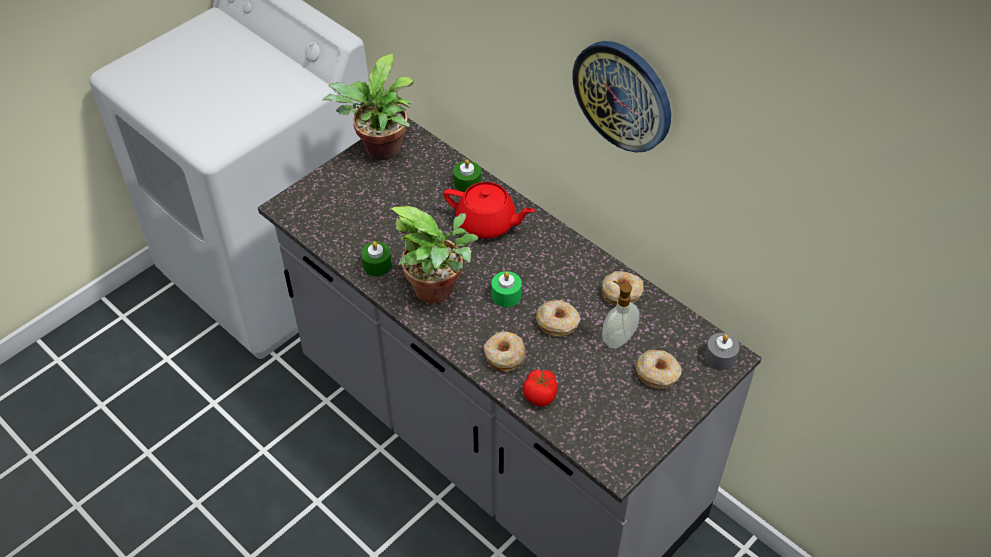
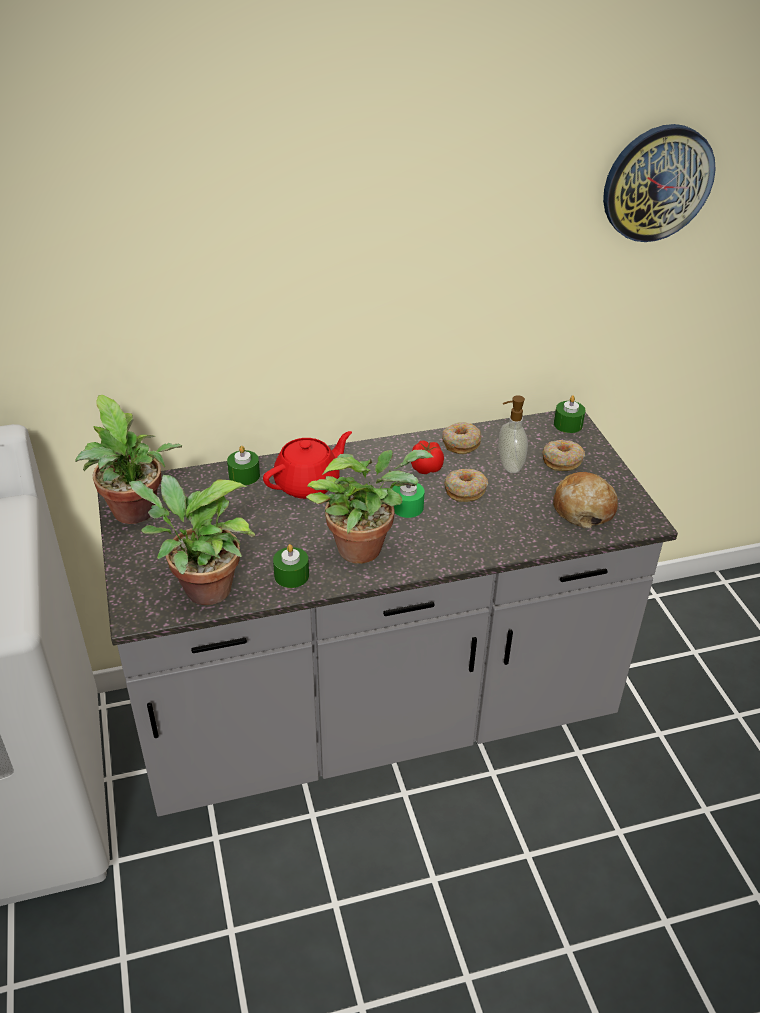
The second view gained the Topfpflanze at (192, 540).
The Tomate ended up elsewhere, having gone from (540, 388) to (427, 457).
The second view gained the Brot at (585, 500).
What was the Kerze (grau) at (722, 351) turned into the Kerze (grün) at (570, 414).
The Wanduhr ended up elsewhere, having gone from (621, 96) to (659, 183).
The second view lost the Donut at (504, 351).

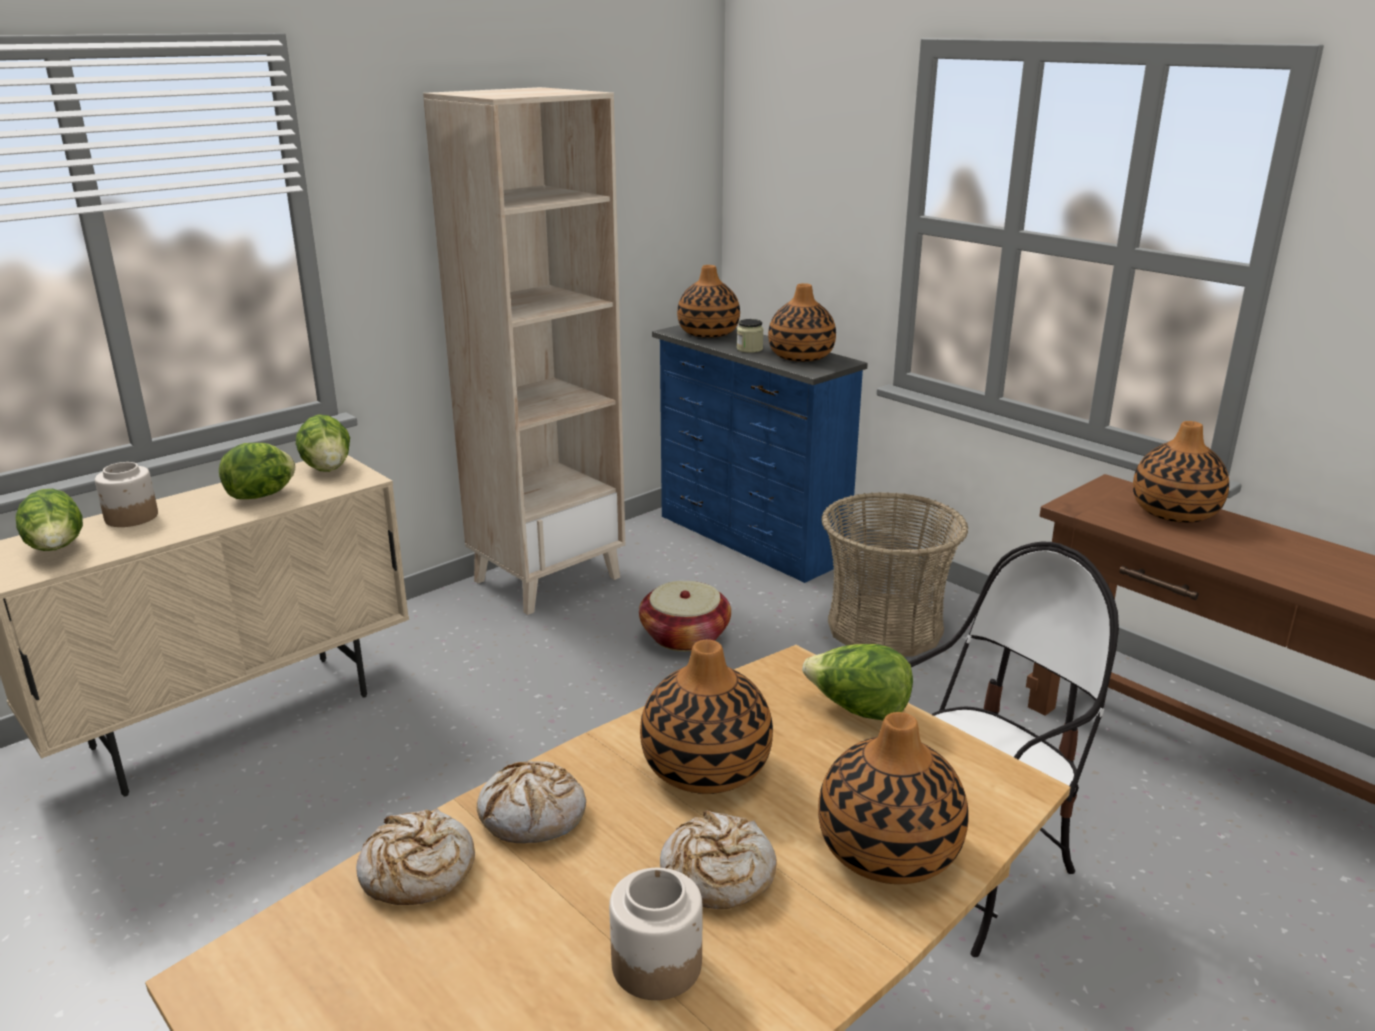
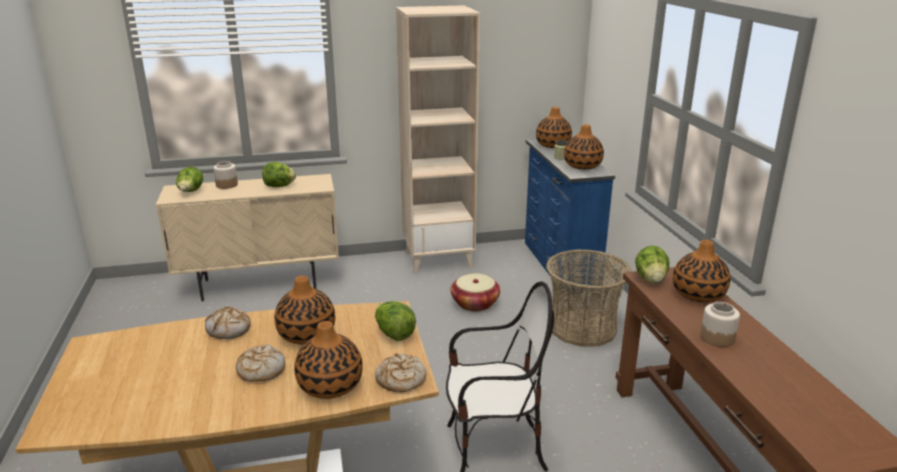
The Brot ended up elsewhere, having gone from (415, 856) to (401, 372).
The Salatkopf ended up elsewhere, having gone from (323, 443) to (652, 264).
The Vorratsglas ended up elsewhere, having gone from (656, 934) to (720, 324).

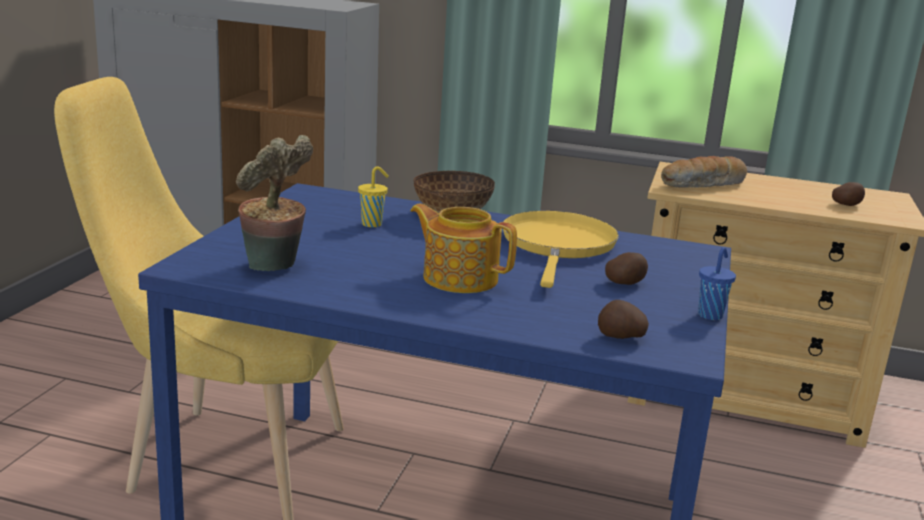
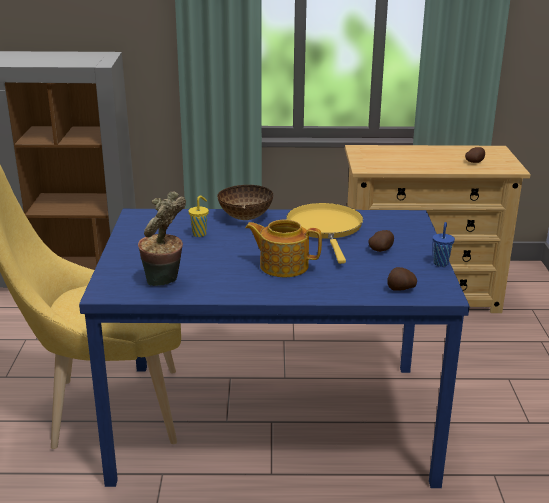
The second view lost the Brot at (704, 172).

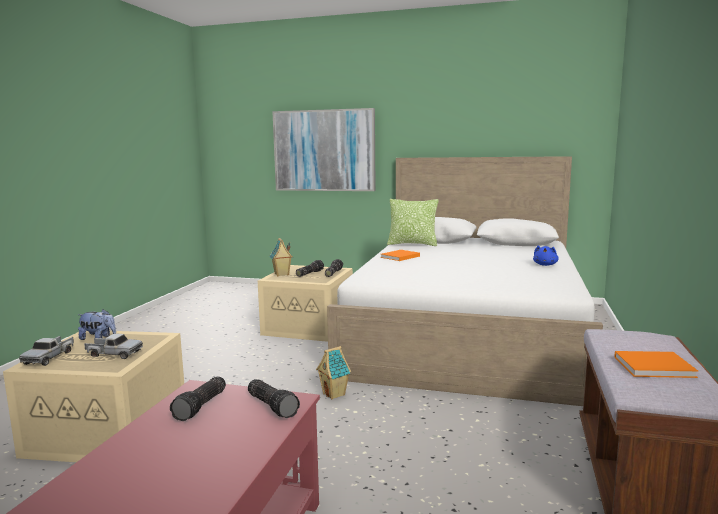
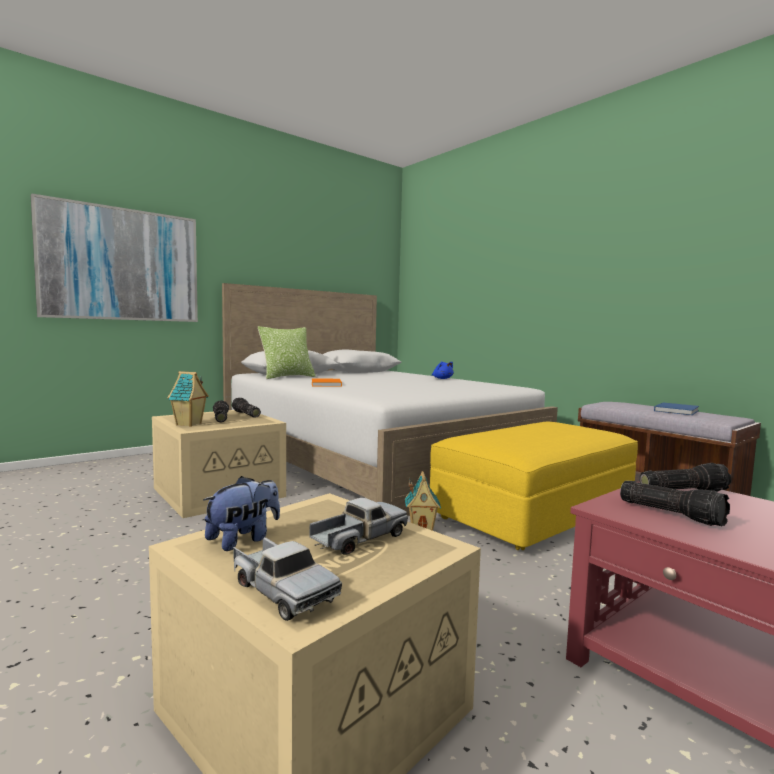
The second view gained the Polsterhocker (gelb) at (534, 485).
What was the Buch (orange) at (656, 364) turned into the Buch (blau) at (676, 408).

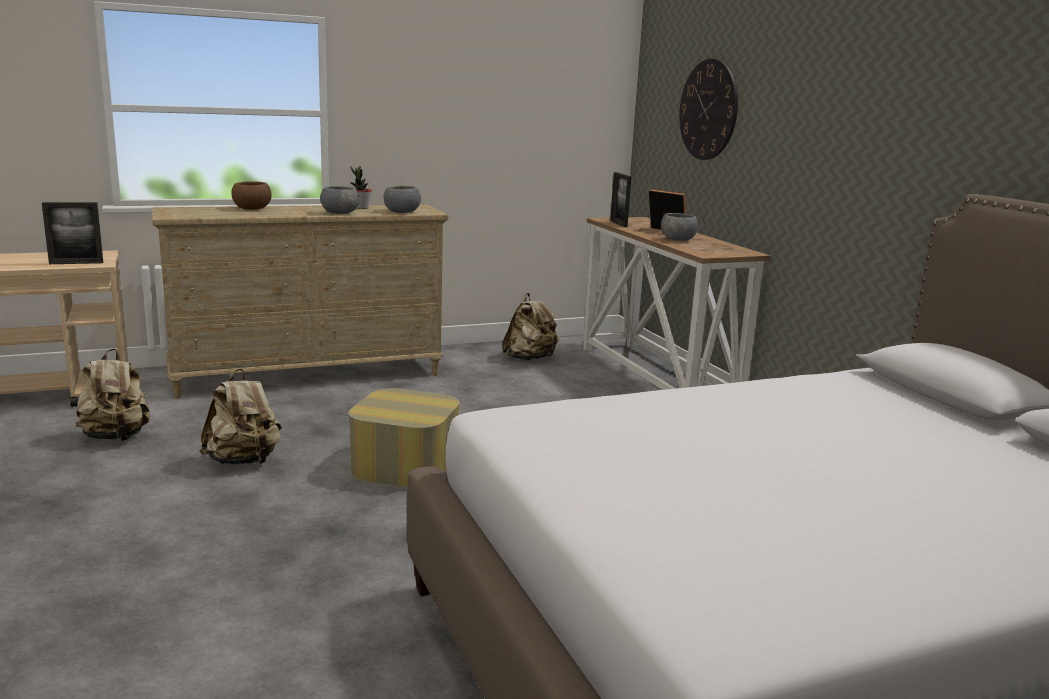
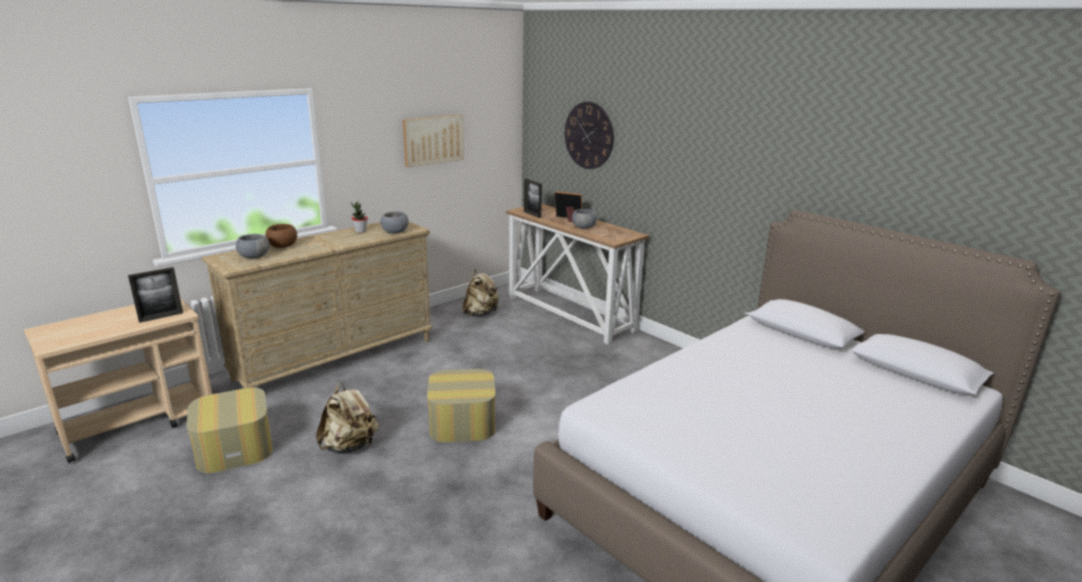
Where the Rucksack (beige) stood at (113, 395), the Polsterhocker came to stand at (230, 430).
The Schüssel (grau) ended up elsewhere, having gone from (339, 200) to (253, 246).
The second view gained the Bild at (433, 141).

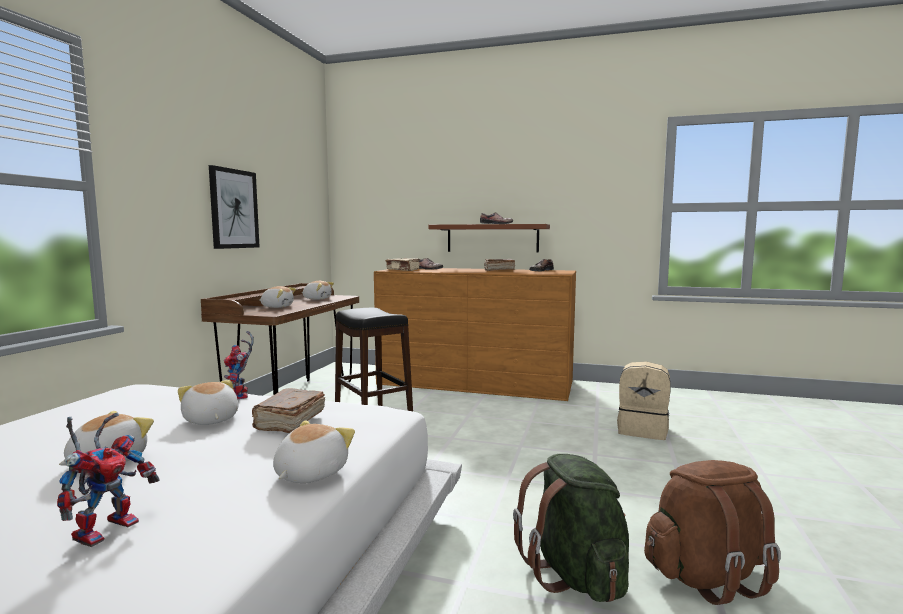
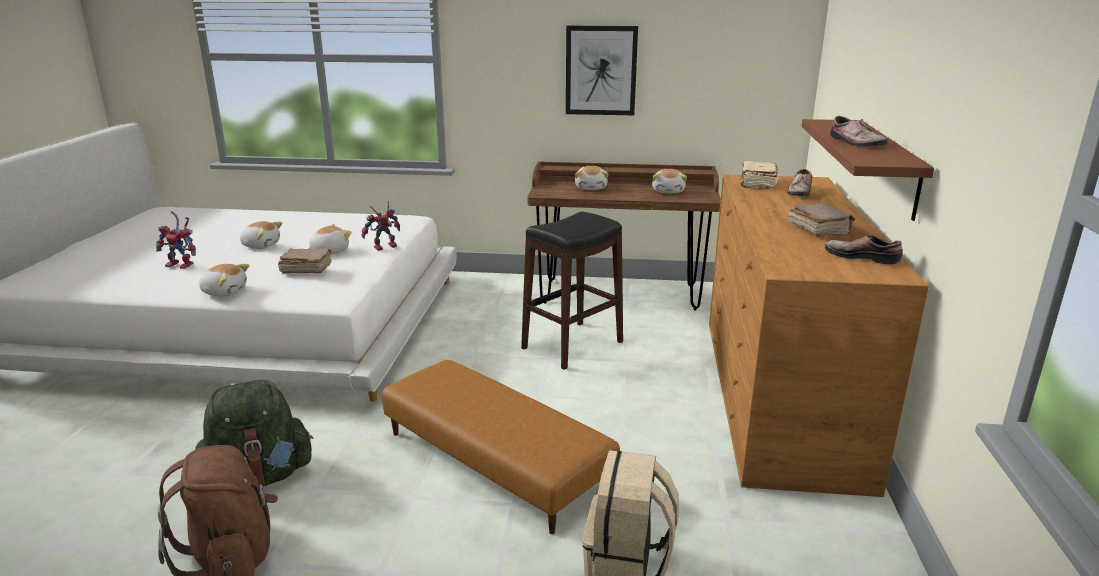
The second view gained the Polsterhocker (braun) at (501, 447).

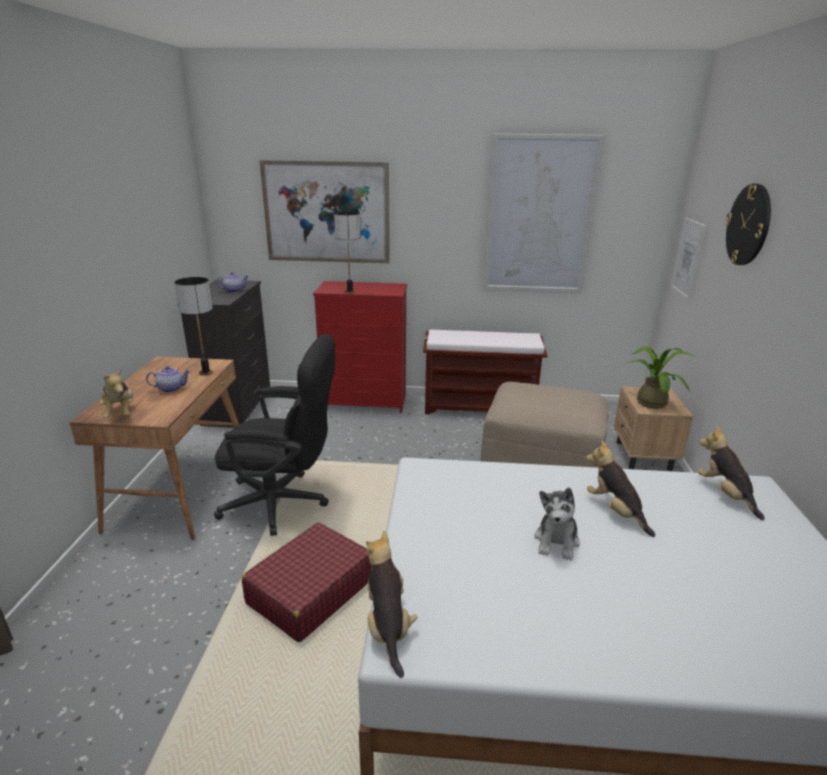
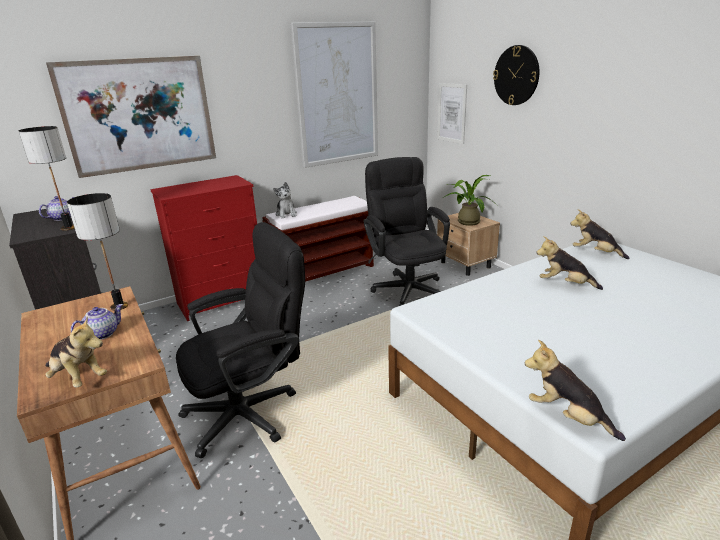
The Tischlampe ended up elsewhere, having gone from (347, 252) to (47, 178).
The Plüschtier ended up elsewhere, having gone from (557, 524) to (285, 200).
Where the Polsterhocker (beige) stood at (544, 425), the Bürostuhl (schwarz) came to stand at (406, 231).
The second view lost the Koffer (rot) at (307, 582).

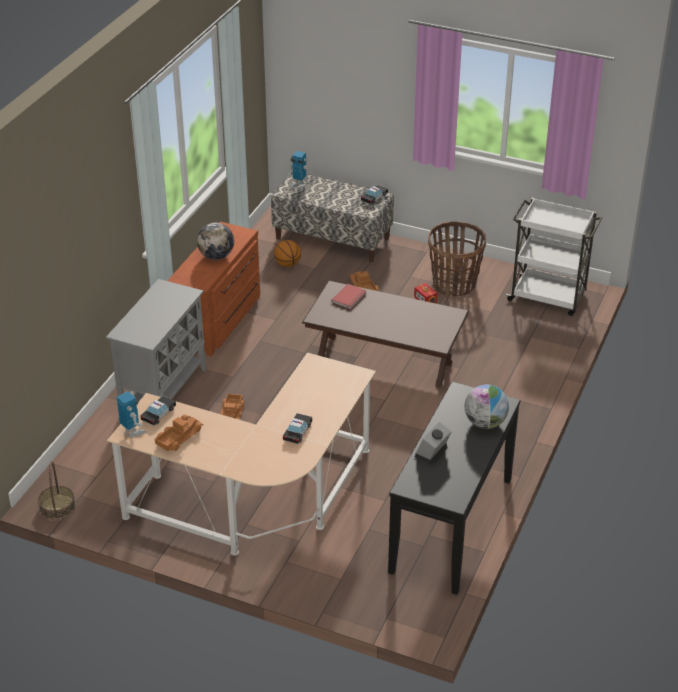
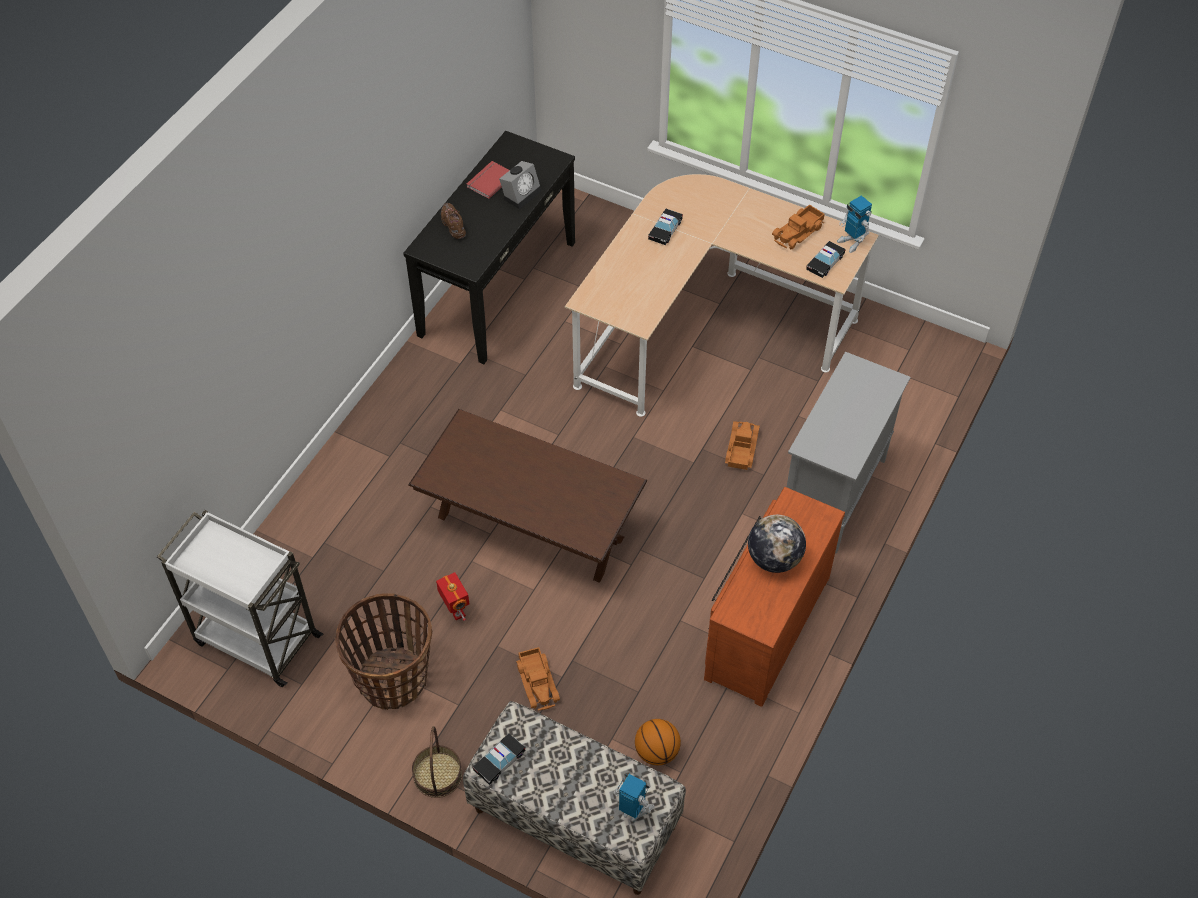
The Korb ended up elsewhere, having gone from (57, 490) to (437, 762).
Where the Globus stood at (487, 407), the Schuh (braun) came to stand at (453, 221).
The Buch (rot) ended up elsewhere, having gone from (349, 296) to (488, 180).

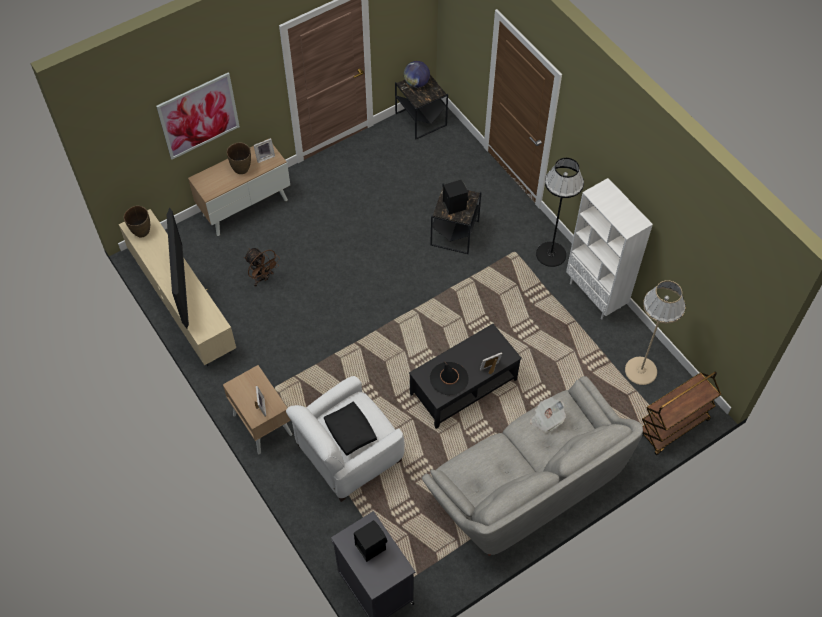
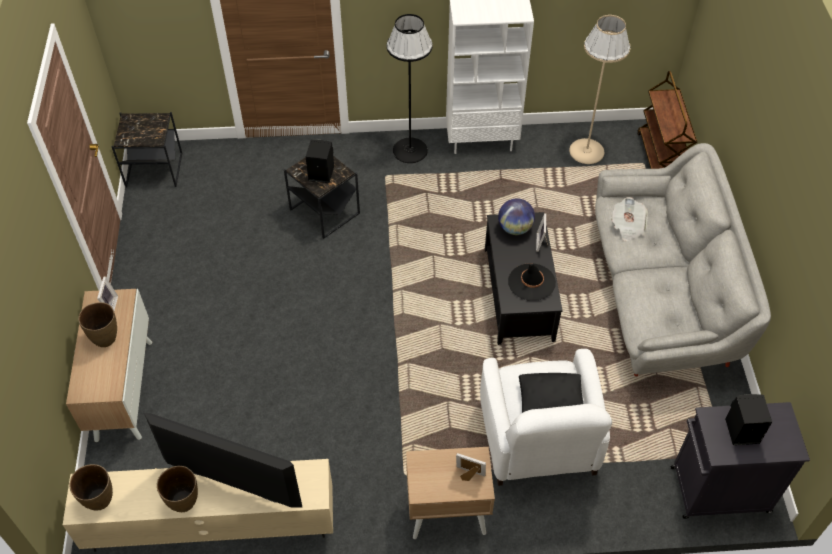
The second view gained the Vase (braun) at (177, 489).
The Globus ended up elsewhere, having gone from (417, 74) to (516, 216).
The second view lost the Bild at (198, 116).
The second view lost the Ventilator (braun) at (262, 267).

